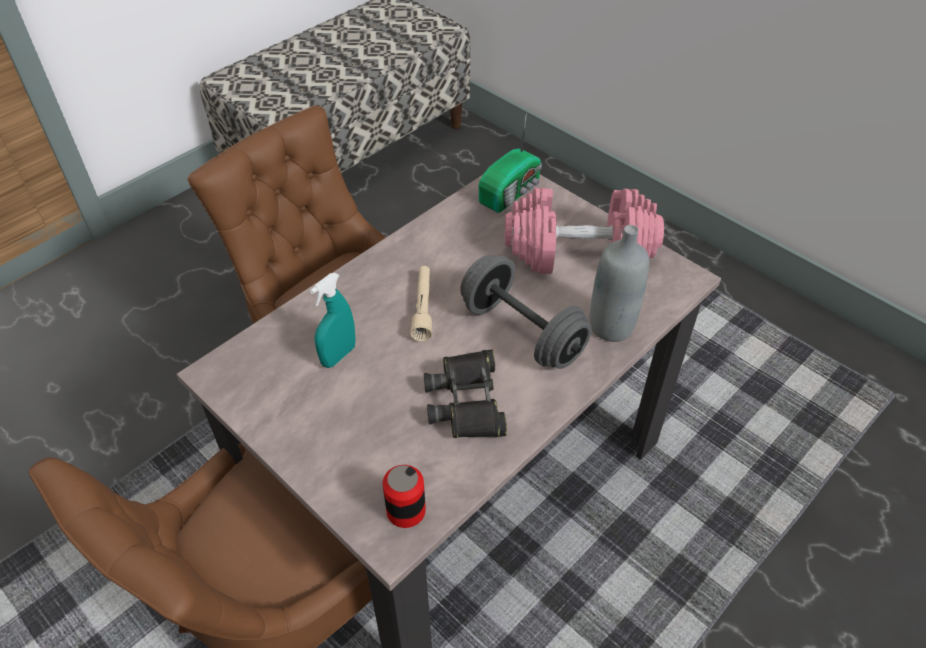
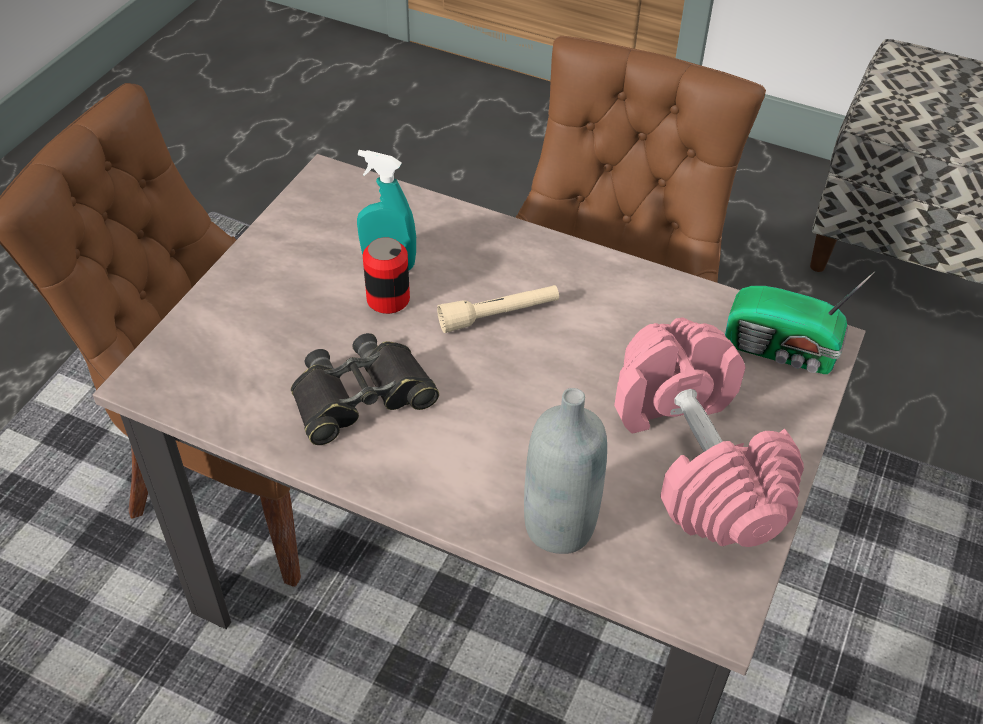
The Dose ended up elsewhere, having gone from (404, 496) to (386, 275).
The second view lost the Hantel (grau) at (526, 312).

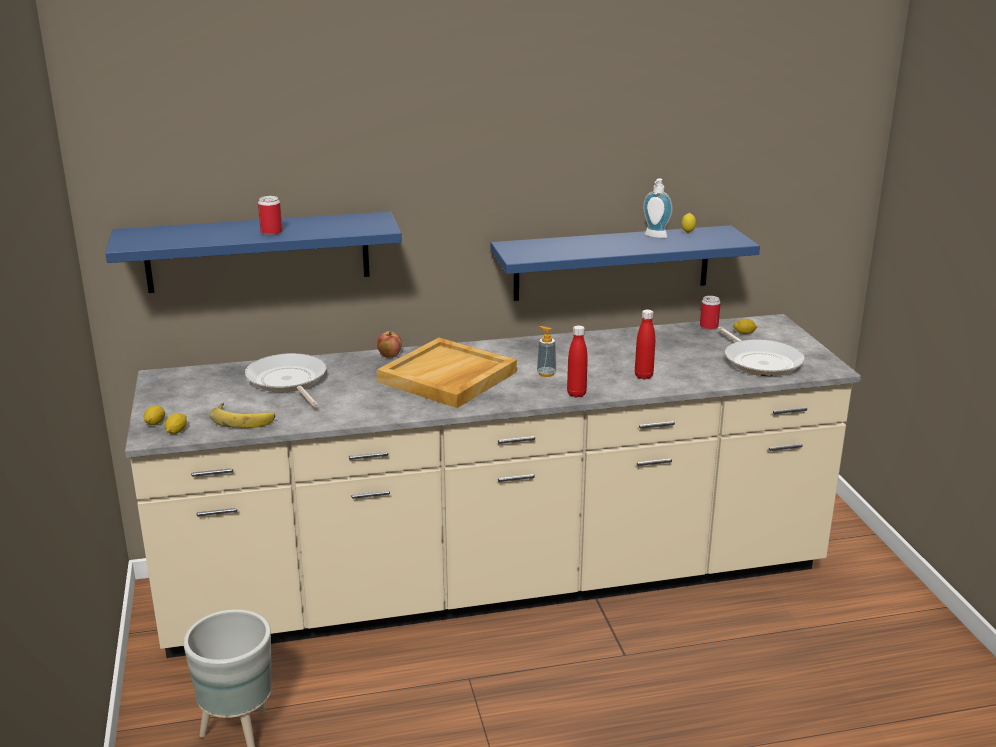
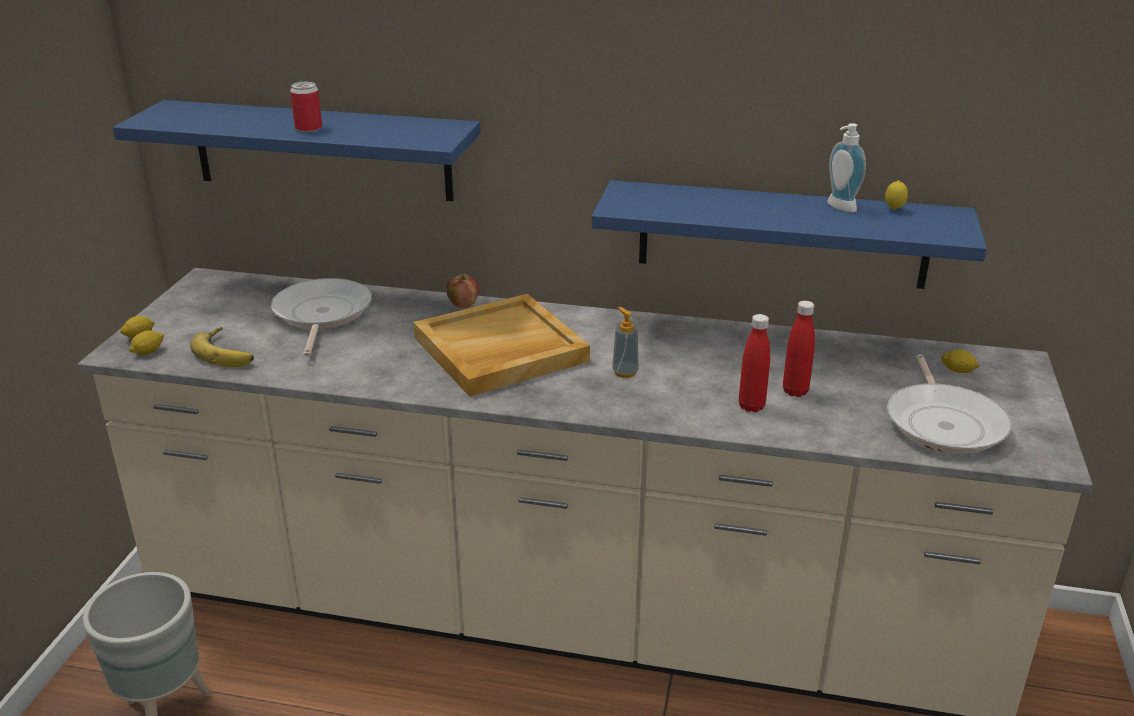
The Flasche (rot) ended up elsewhere, having gone from (577, 361) to (799, 349).
The second view lost the Dose at (710, 313).

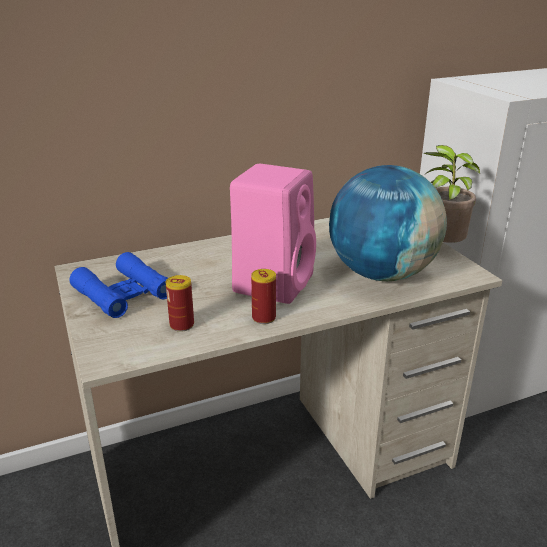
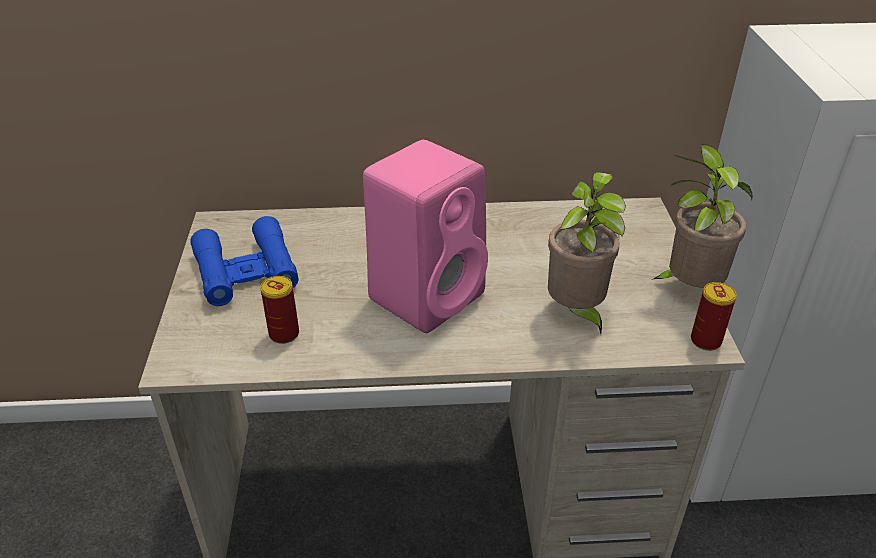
Where the Globus stood at (388, 223), the Topfpflanze came to stand at (587, 253).
The Dose ended up elsewhere, having gone from (263, 296) to (713, 316).

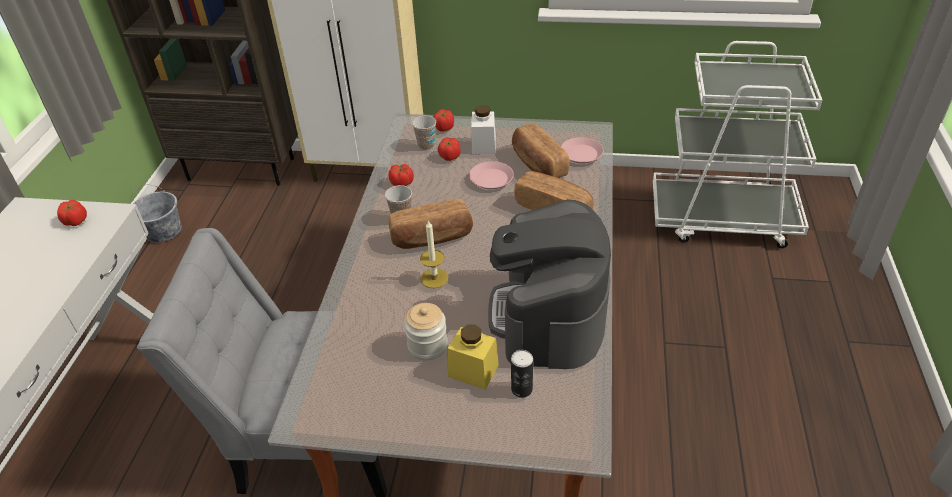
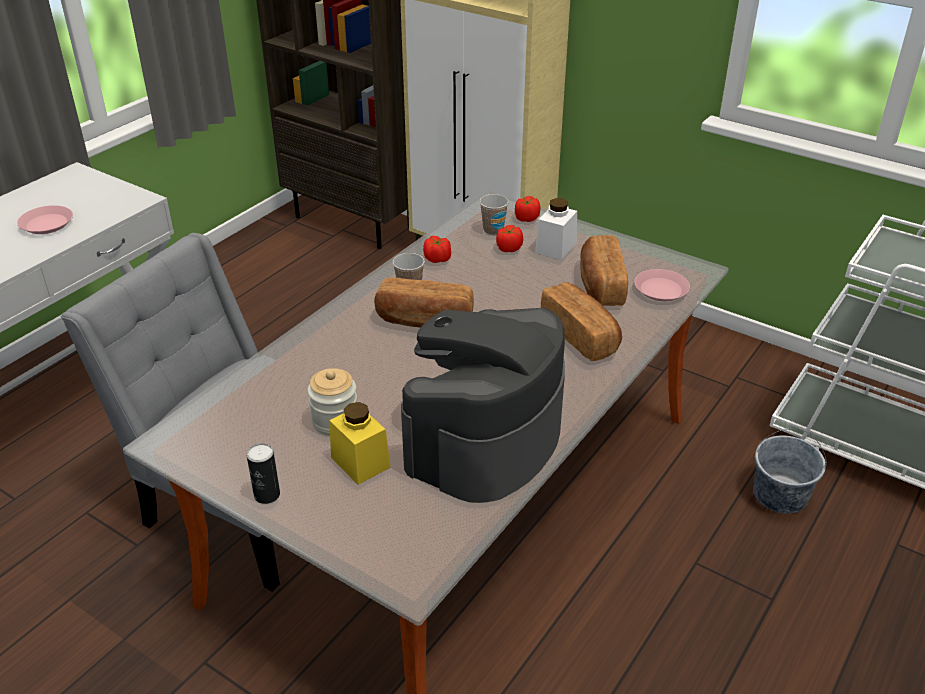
The Teller (rosa) ended up elsewhere, having gone from (491, 175) to (45, 219).
The Dose ended up elsewhere, having gone from (522, 374) to (263, 473).
The Eimer (grau) ended up elsewhere, having gone from (156, 213) to (790, 471).
The second view lost the Tomate at (72, 213).
The second view lost the Kerze at (434, 254).

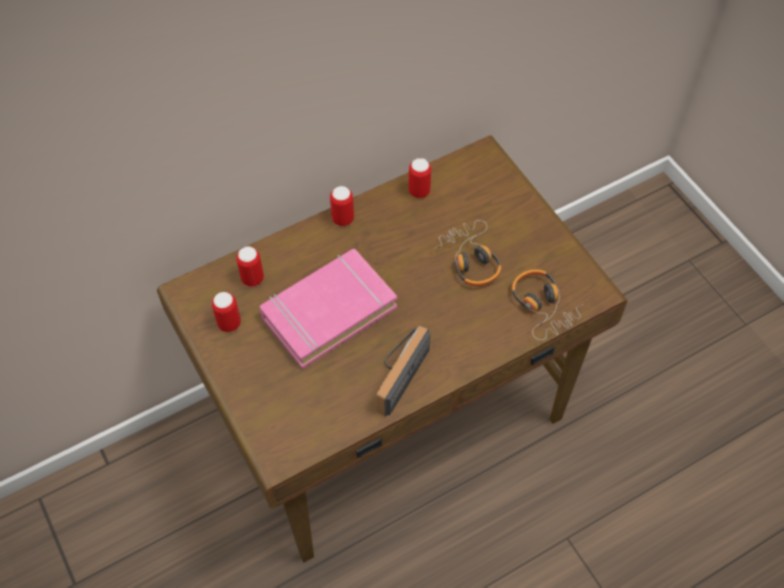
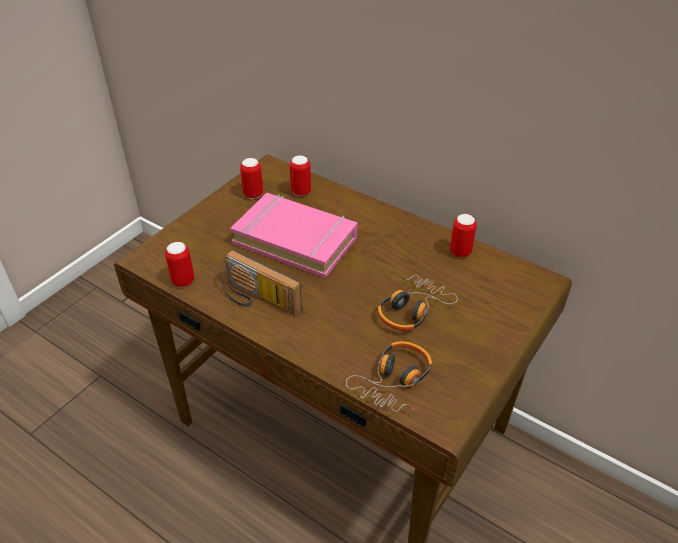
The Dose ended up elsewhere, having gone from (342, 206) to (179, 264).
The Radio at (403, 371) ended up facing another way, 150 degrees counterclockwise from before.

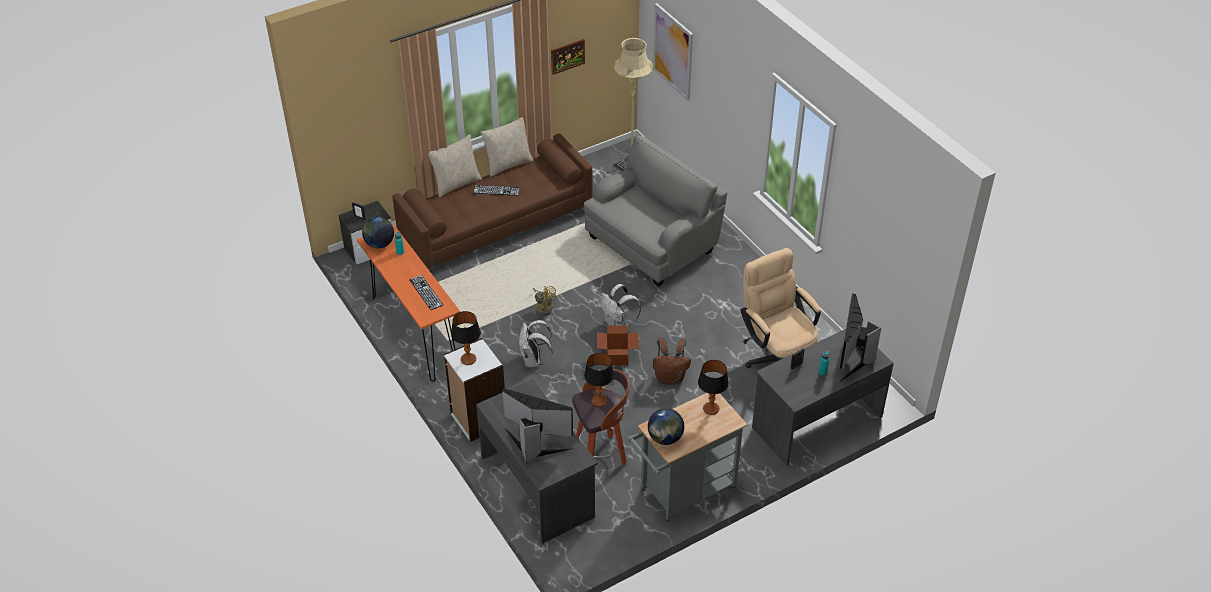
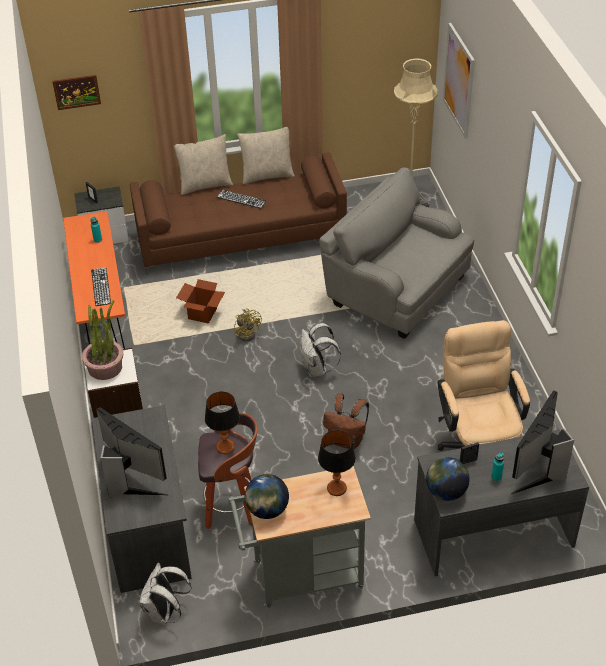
The Bild ended up elsewhere, having gone from (568, 57) to (76, 92).
Where the Tischlampe stood at (466, 338), the Topfpflanze came to stand at (102, 340).
The Rucksack (weiß) ended up elsewhere, having gone from (536, 343) to (166, 593).
The Karton ended up elsewhere, having gone from (618, 346) to (200, 301).
The Sessel (grau) at (655, 211) ended up facing another way, 120 degrees counterclockwise from before.
The Globus ended up elsewhere, having gone from (378, 232) to (448, 479).

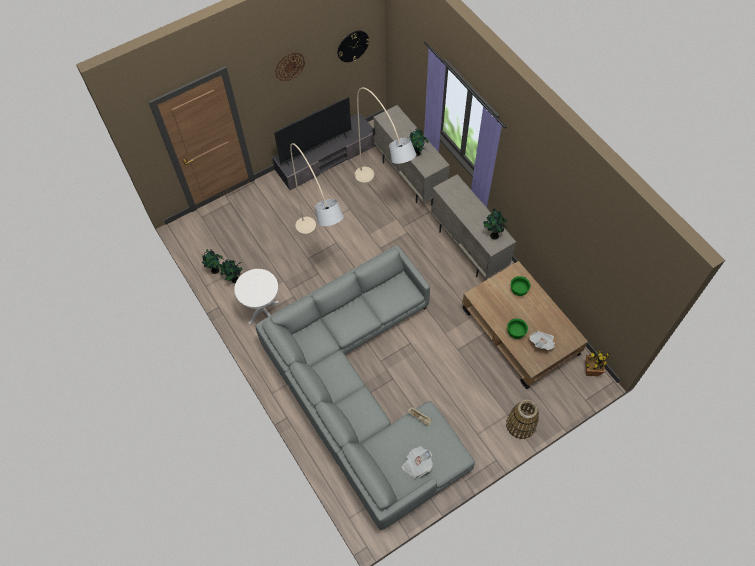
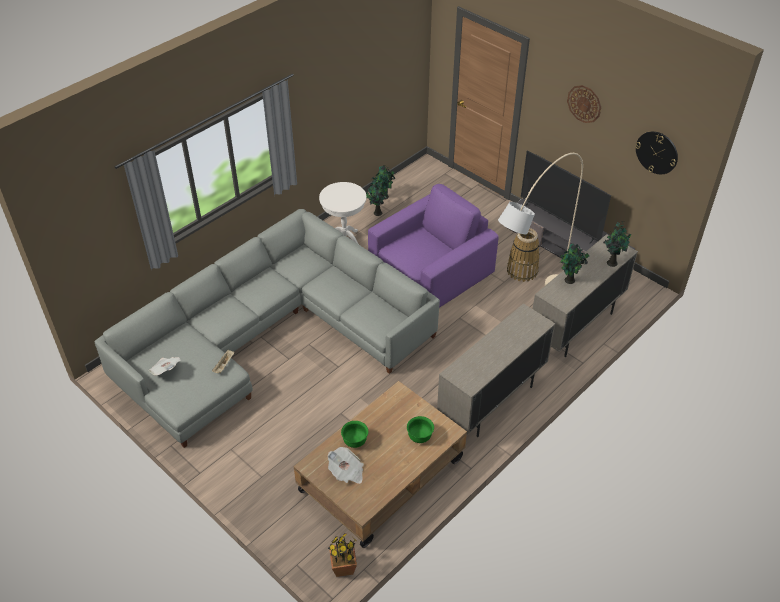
Where the Stehlampe (beige) stood at (317, 189), the Sessel (lila) came to stand at (433, 246).
The Korb ended up elsewhere, having gone from (522, 419) to (523, 255).
The Topfpflanze ended up elsewhere, having gone from (495, 224) to (617, 244).

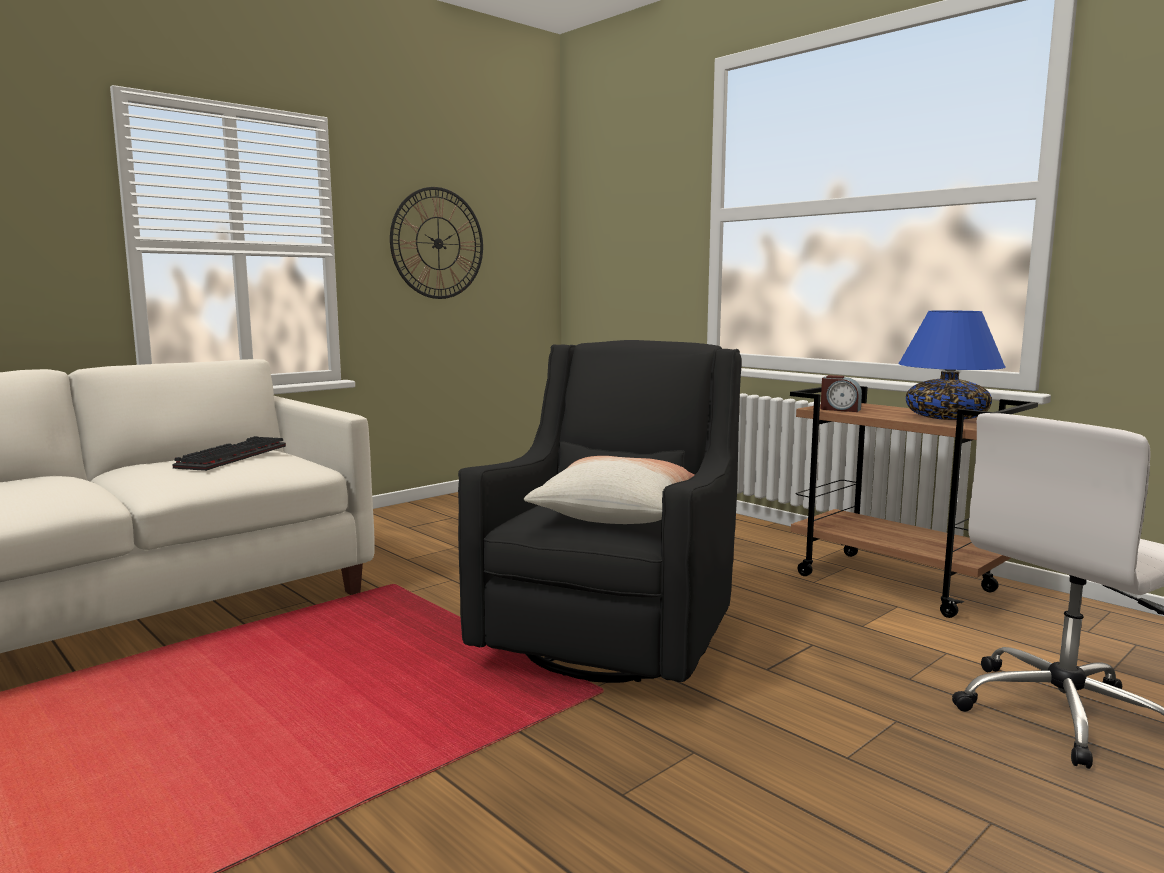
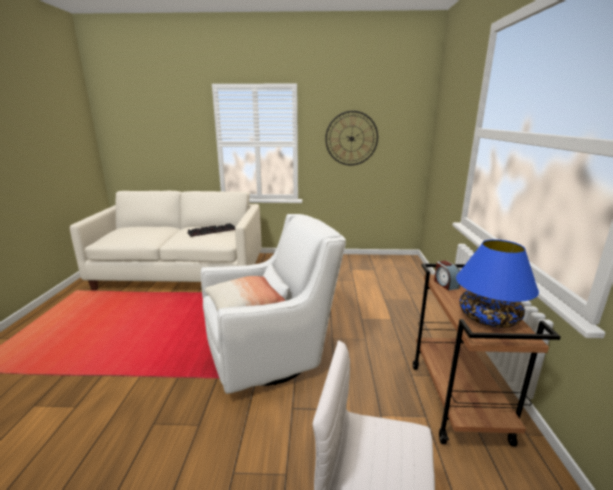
What was the Sessel (schwarz) at (600, 511) turned into the Sessel (weiß) at (273, 304).

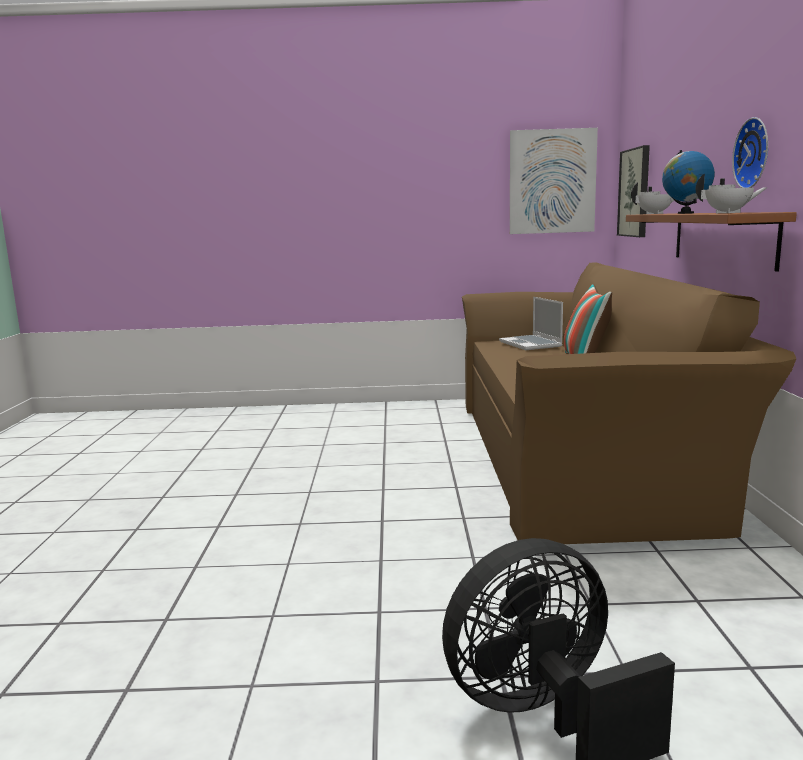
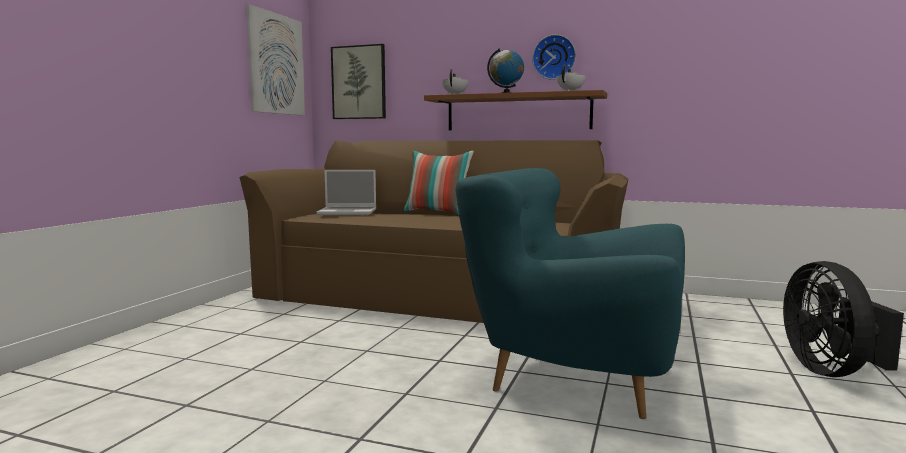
The second view gained the Sessel (türkis) at (570, 293).

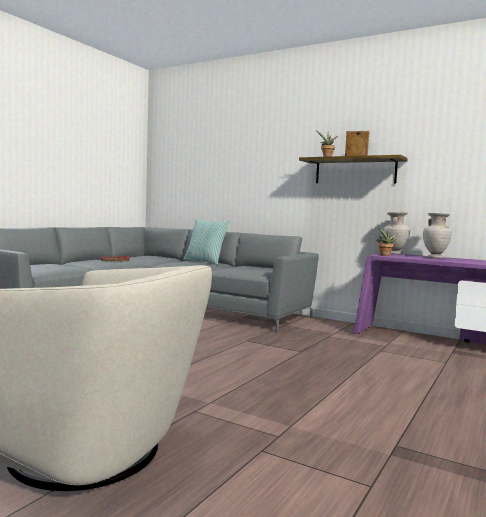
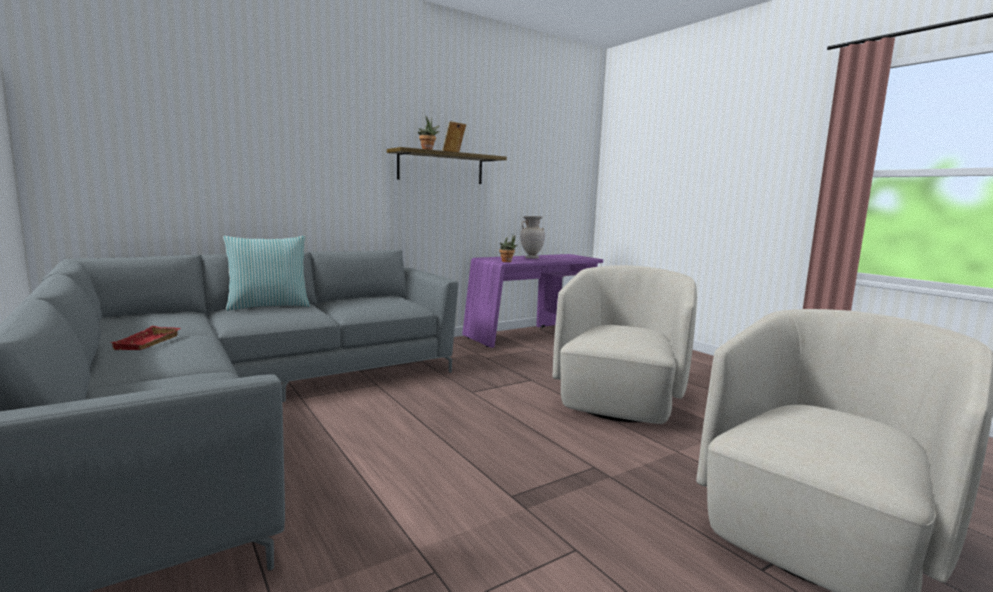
The second view gained the Sessel (beige) at (625, 344).
The second view lost the Vase (beige) at (397, 233).

